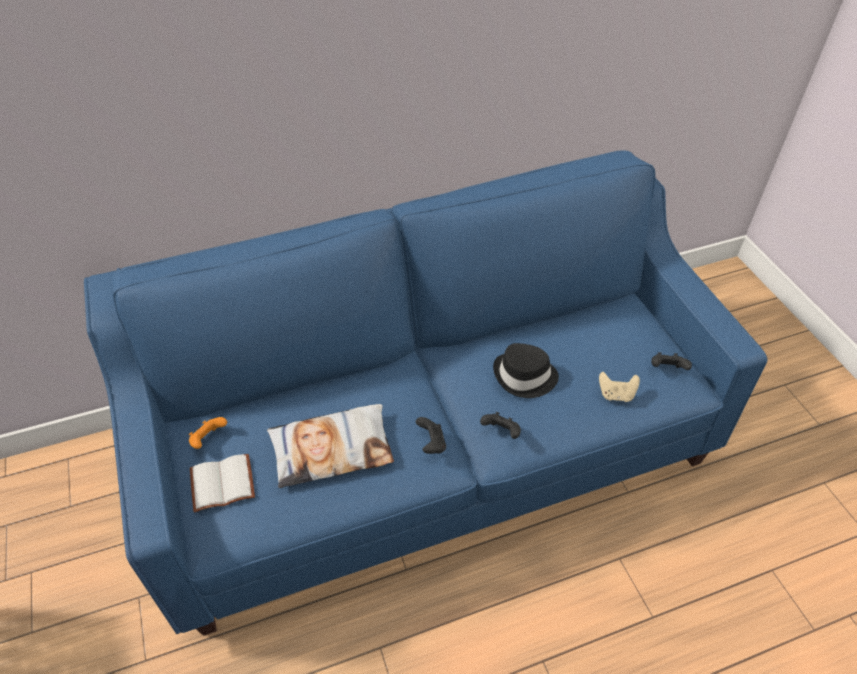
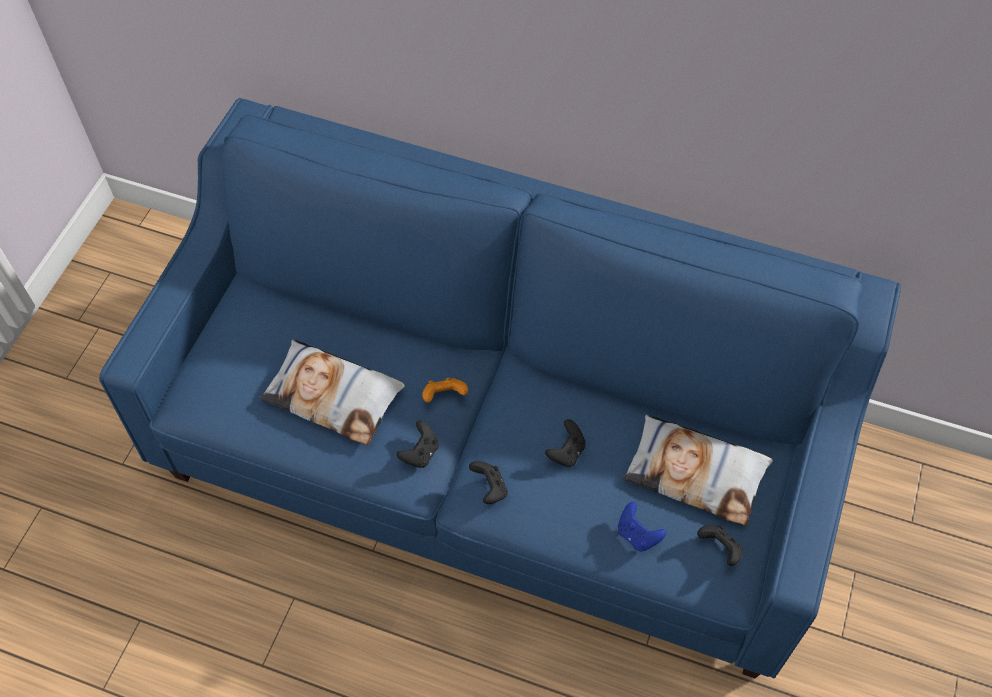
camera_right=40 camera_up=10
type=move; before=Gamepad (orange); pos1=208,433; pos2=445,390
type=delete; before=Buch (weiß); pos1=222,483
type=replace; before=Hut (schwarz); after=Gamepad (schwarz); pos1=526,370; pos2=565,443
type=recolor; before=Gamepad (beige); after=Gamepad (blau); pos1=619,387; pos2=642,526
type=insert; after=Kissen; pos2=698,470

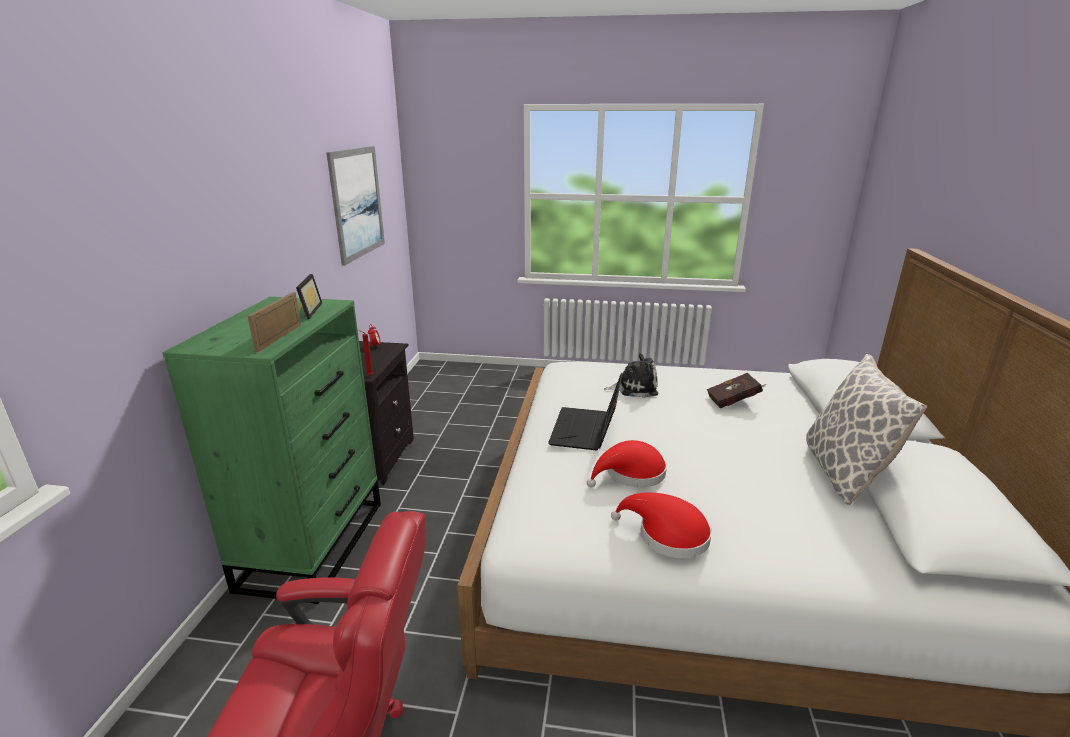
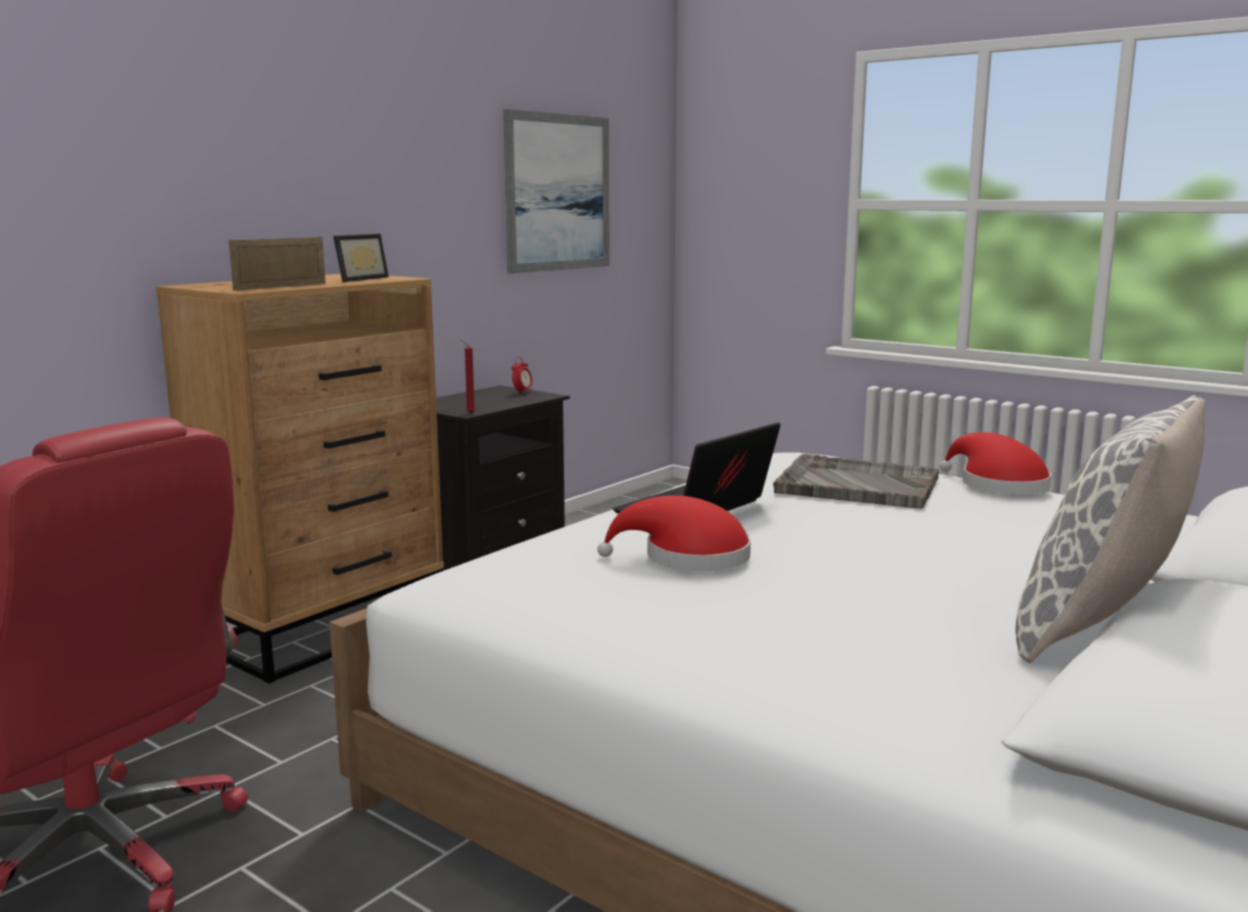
camera_right=30 camera_up=-10
type=recolor; before=Kommode (grün); after=Kommode (braun); pos1=272,450; pos2=300,479
type=replace; before=Plüschtier; after=Tablett (grau); pos1=631,375; pos2=856,481
type=move; before=Hut (rot); pos1=661,525; pos2=995,463
type=delete; before=Buch (rot); pos1=737,390

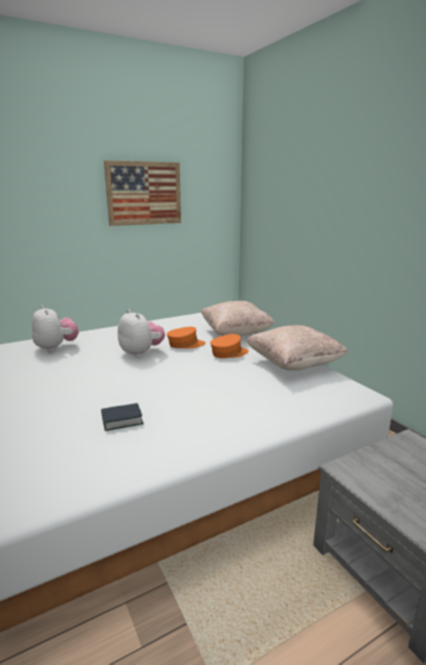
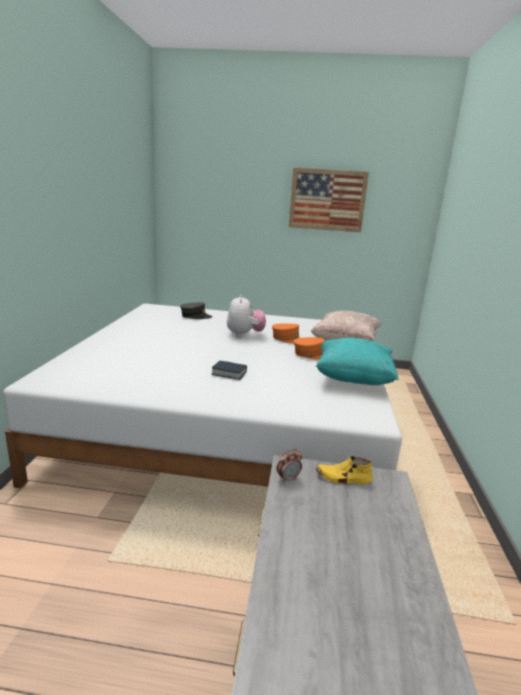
camera_right=35 camera_up=0
type=replace; before=Plüschtier; after=Kappe (grau); pos1=55,328; pos2=196,310
type=move; before=Buch; pos1=122,417; pos2=229,370
type=recolor; before=Kissen (beige); after=Kissen (türkis); pos1=298,348; pos2=357,361
type=insert; after=Wecker; pos2=289,466
type=insert; after=Schuh (gelb); pos2=344,470

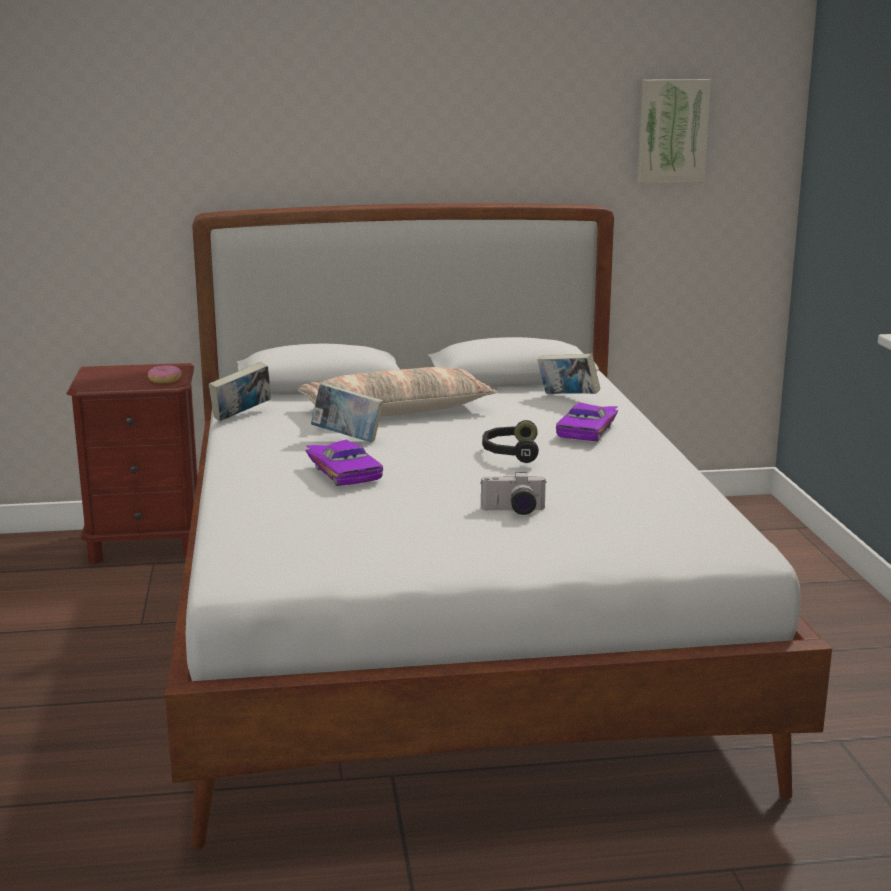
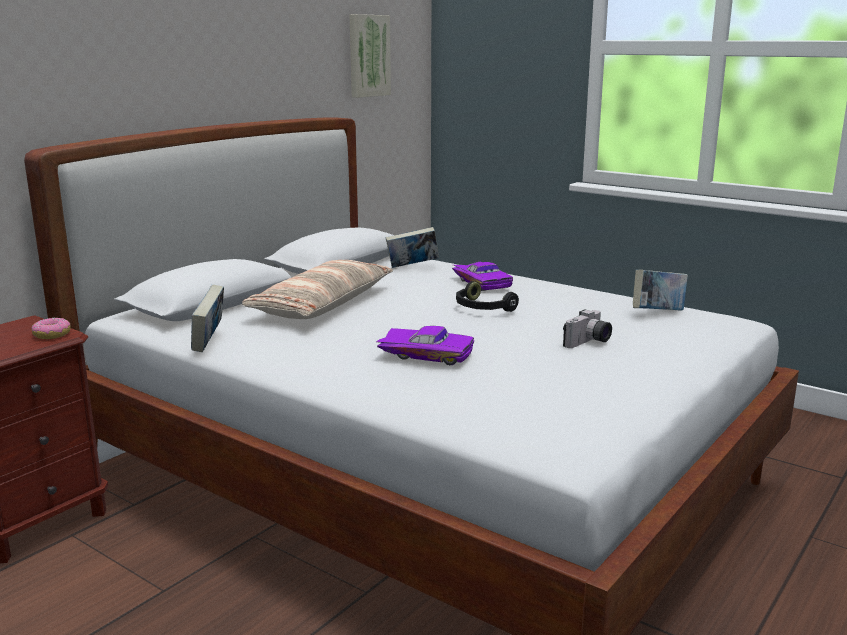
camera_right=-45 camera_up=0
type=move; before=Buch; pos1=347,412; pos2=660,290

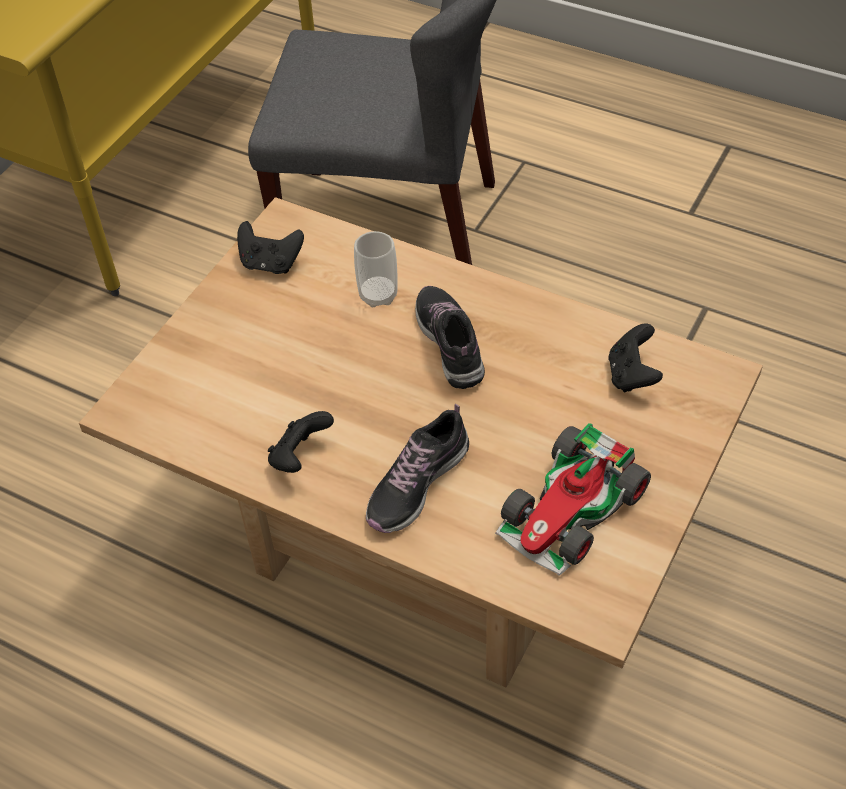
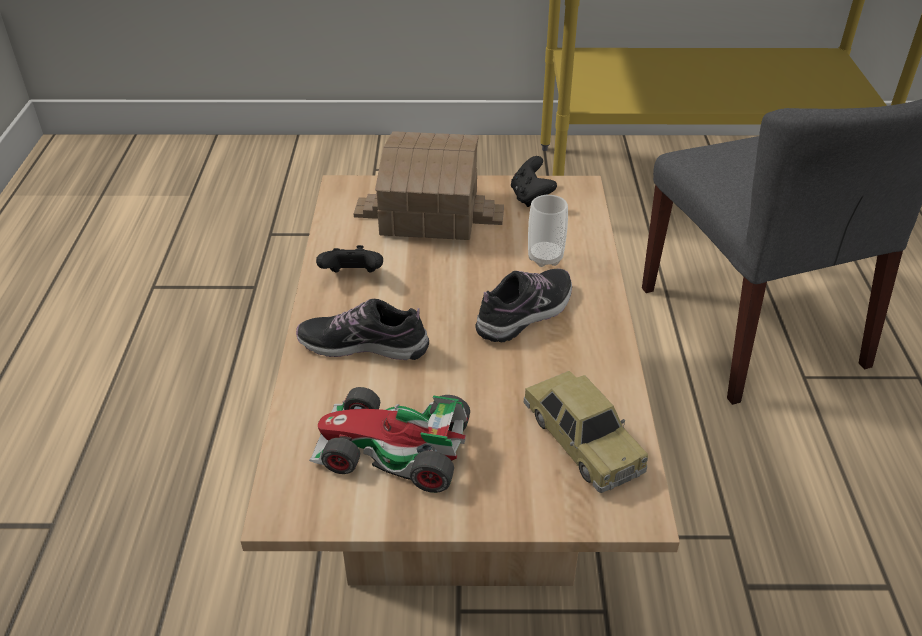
camera_right=60 camera_up=-10
type=replace; before=Gamepad (schwarz); after=Spielzeugauto; pos1=635,357; pos2=586,432
type=insert; after=Spielzeughaus; pos2=429,185

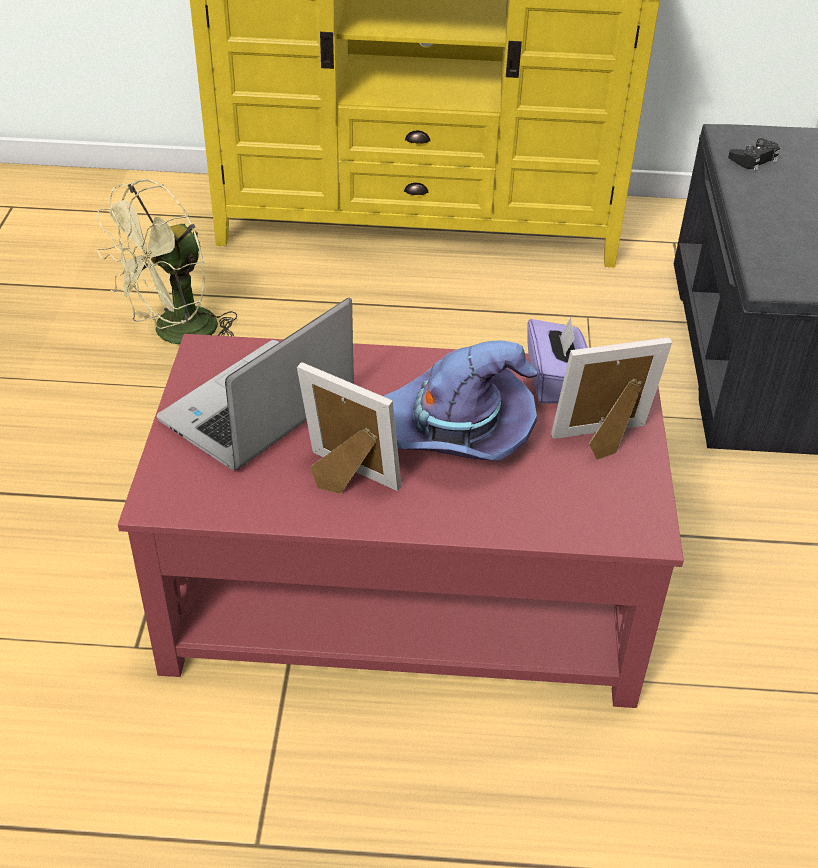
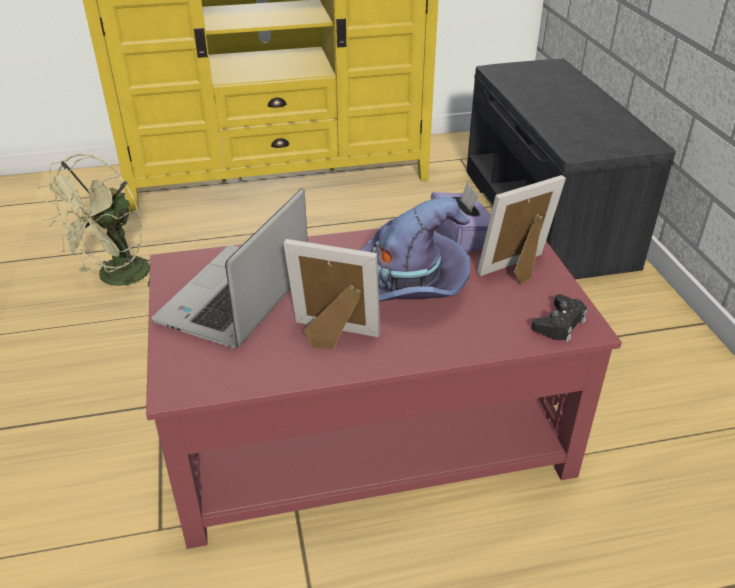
camera_right=-15 camera_up=-5
type=move; before=Gamepad (schwarz); pos1=754,154; pos2=559,318

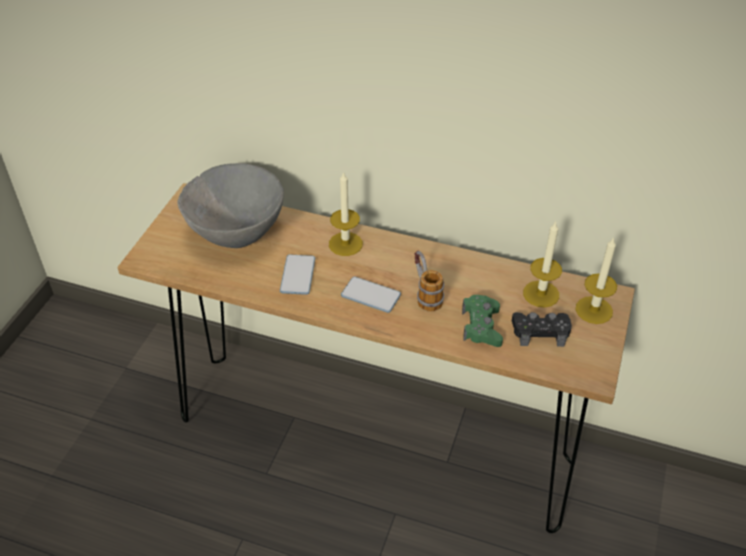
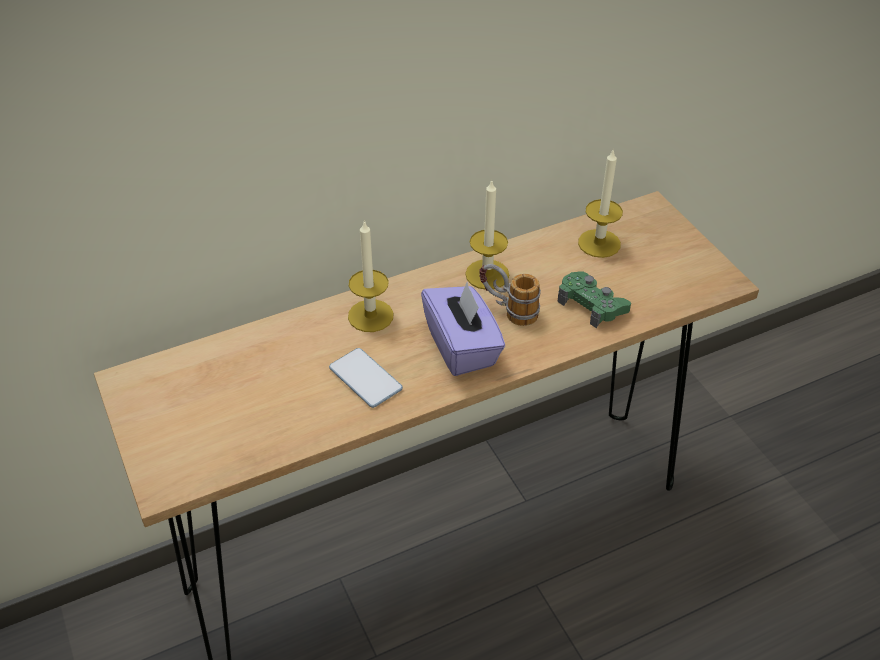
camera_right=-45 camera_up=0
type=delete; before=Schüssel (grau); pos1=230,205
type=replace; before=Handy; after=Taschentuchbox (lila); pos1=371,295; pos2=463,329
type=delete; before=Gamepad (schwarz); pos1=542,329
type=move; before=Kerze; pos1=596,280; pos2=487,234

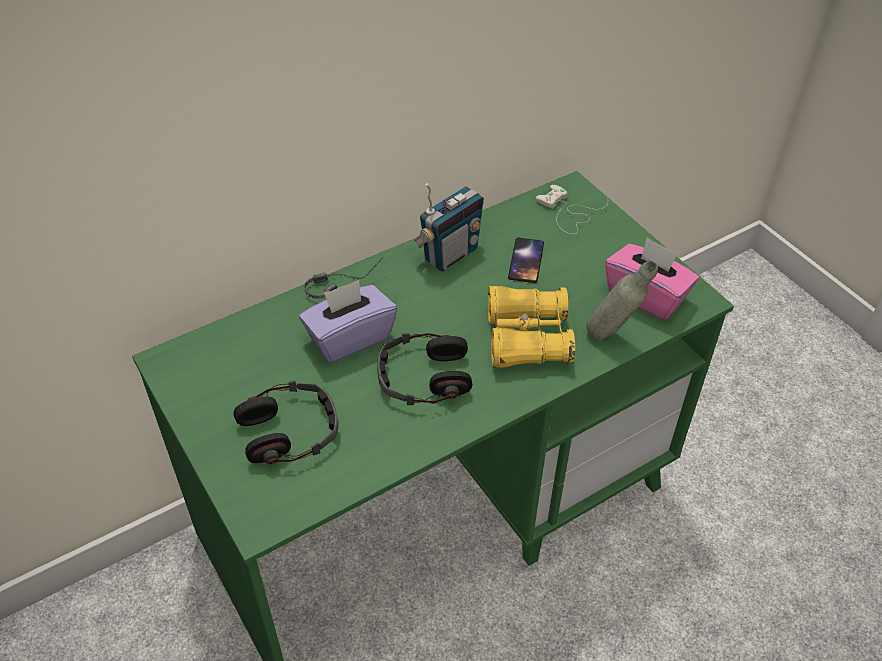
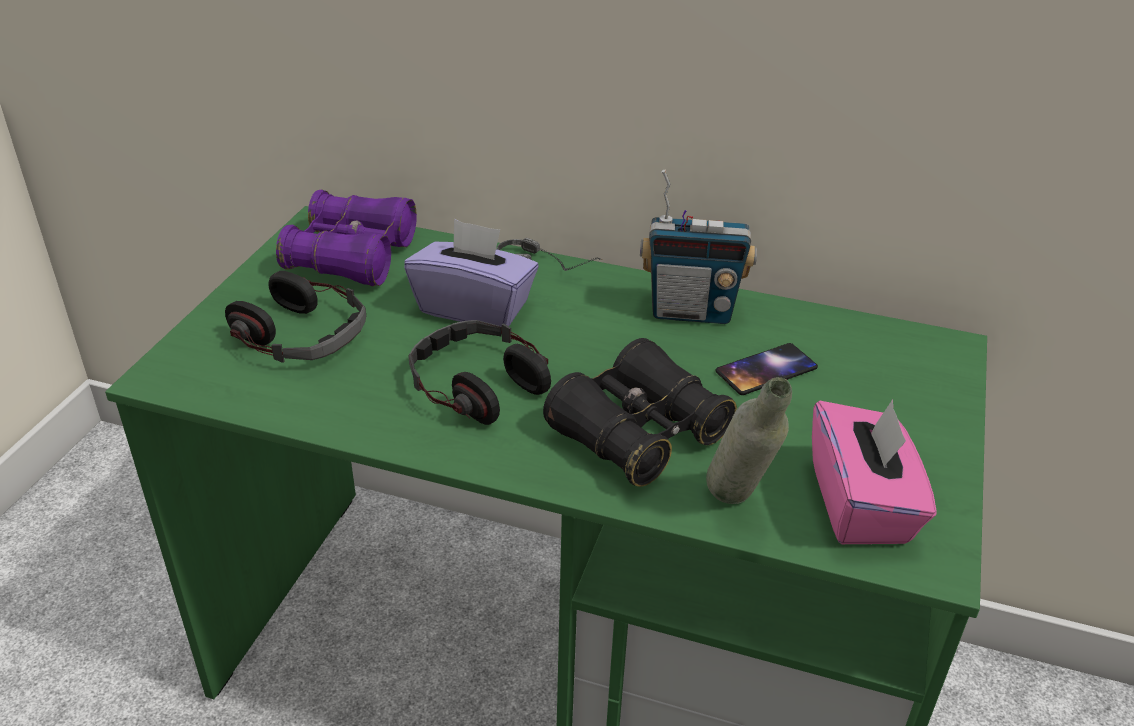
camera_right=50 camera_up=-10
type=recolor; before=Fernglas (gelb); after=Fernglas (schwarz); pos1=531,327; pos2=640,412
type=delete; before=Gamepad (weiß); pos1=571,209
type=insert; after=Fernglas (lila); pos2=346,238

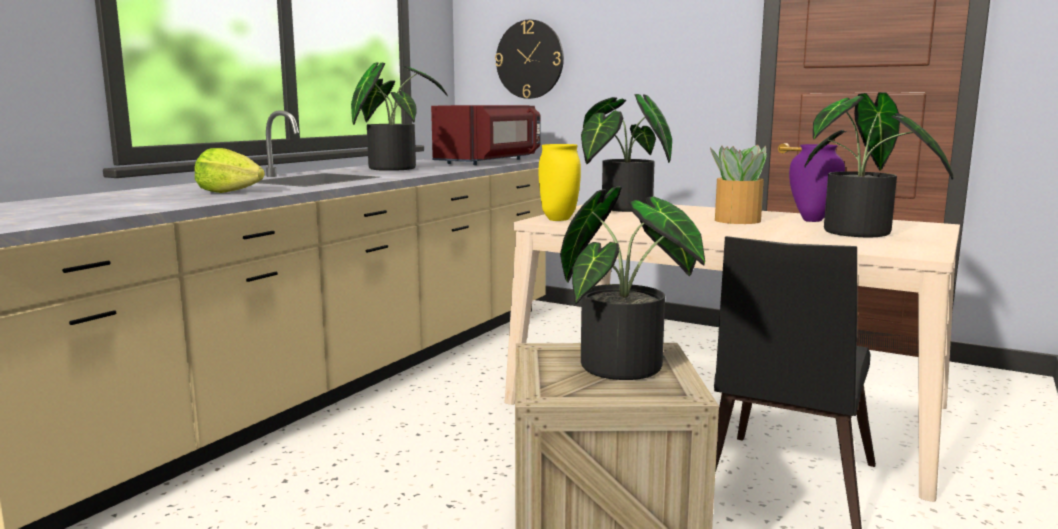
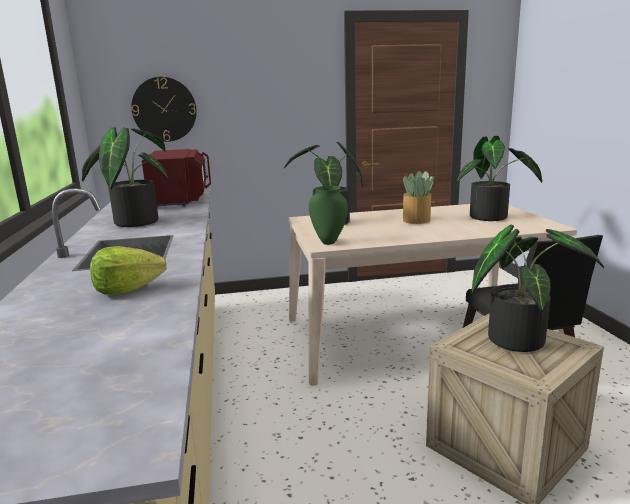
camera_right=-40 camera_up=5
type=recolor; before=Vase (gelb); after=Vase (grün); pos1=560,182; pos2=328,215
type=delete; before=Vase (lila); pos1=817,183

